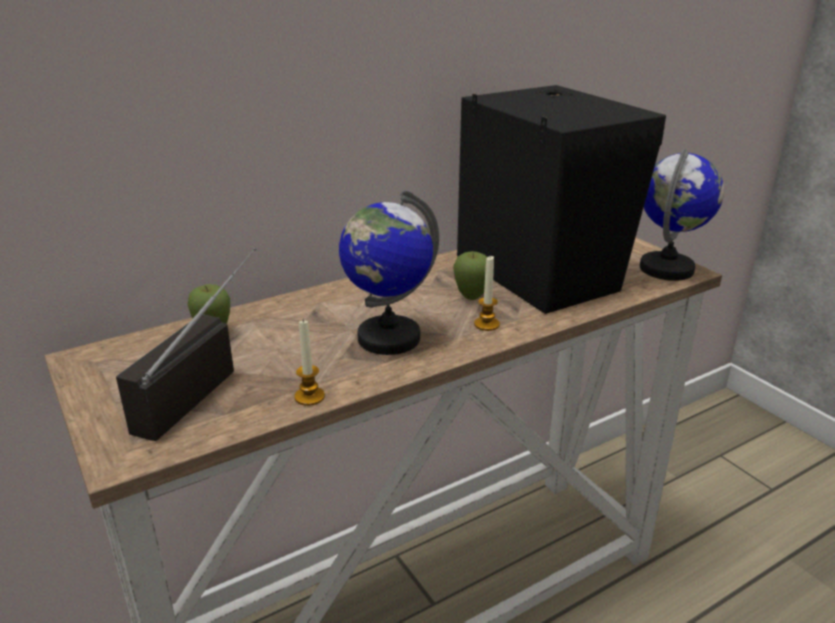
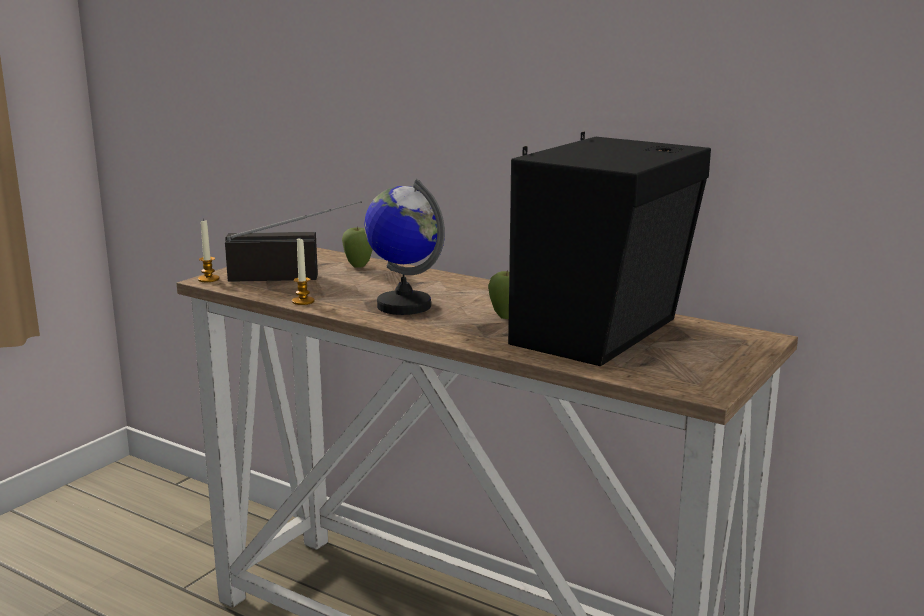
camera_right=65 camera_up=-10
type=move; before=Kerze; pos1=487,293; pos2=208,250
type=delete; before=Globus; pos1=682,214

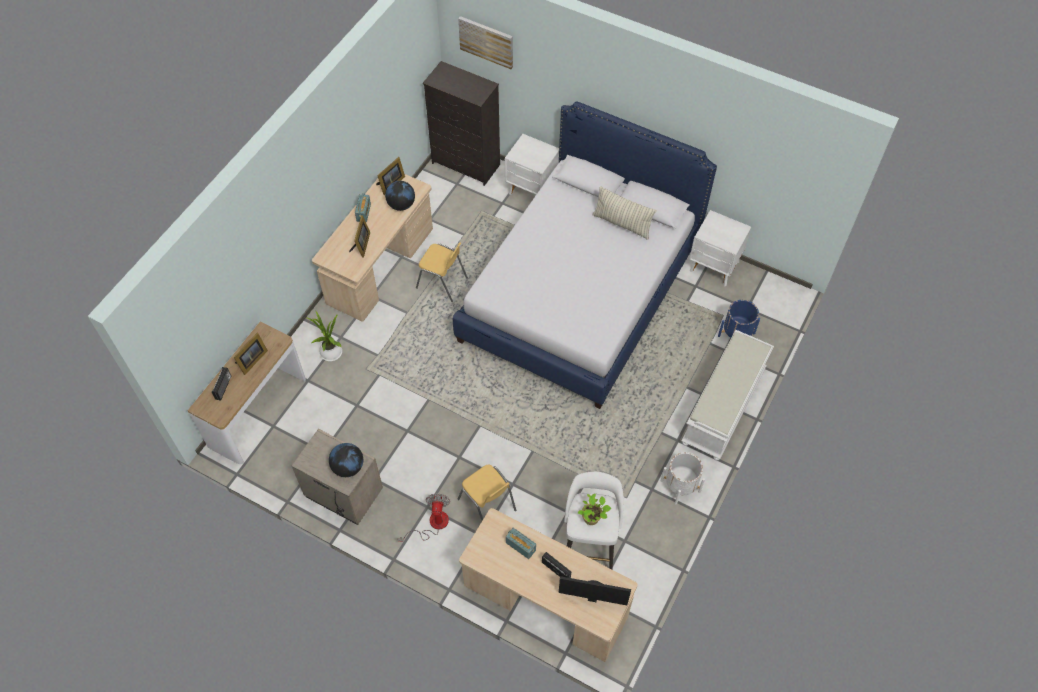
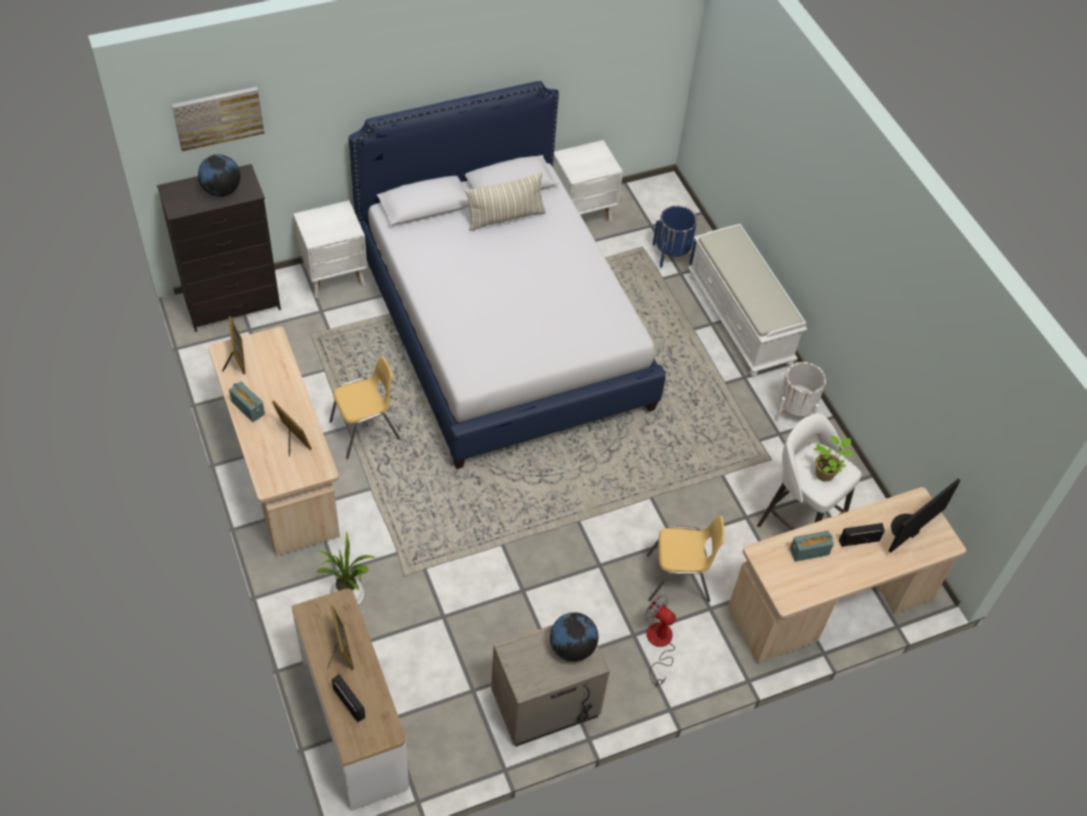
camera_right=-55 camera_up=-5
type=move; before=Globus; pos1=400,196; pos2=219,175

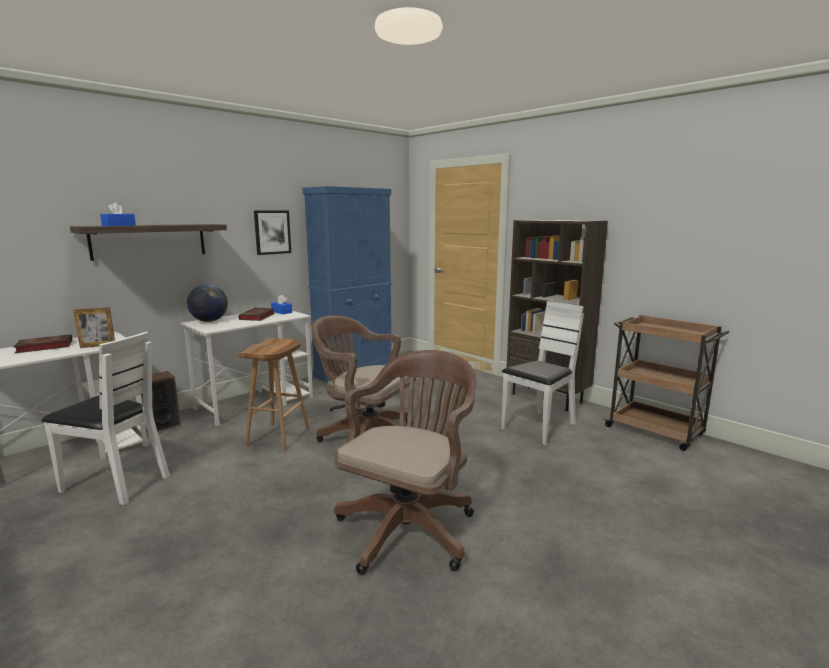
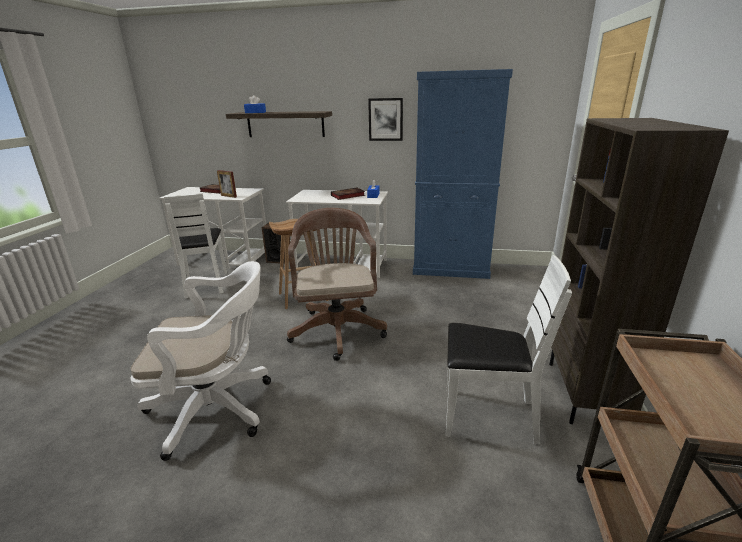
camera_right=55 camera_up=10
type=delete; before=Globus; pos1=207,303
type=recolor; before=Bürostuhl (braun); after=Bürostuhl (weiß); pos1=405,462; pos2=201,361

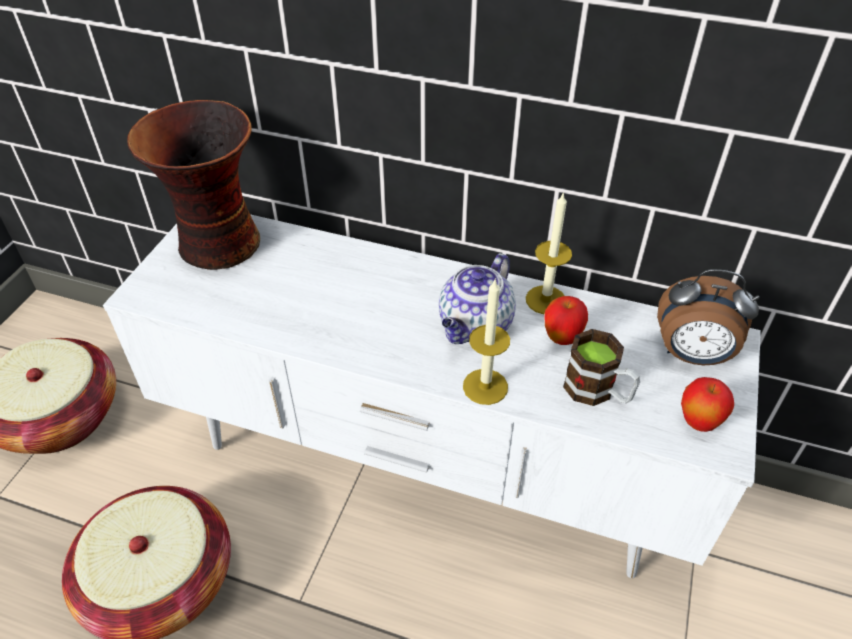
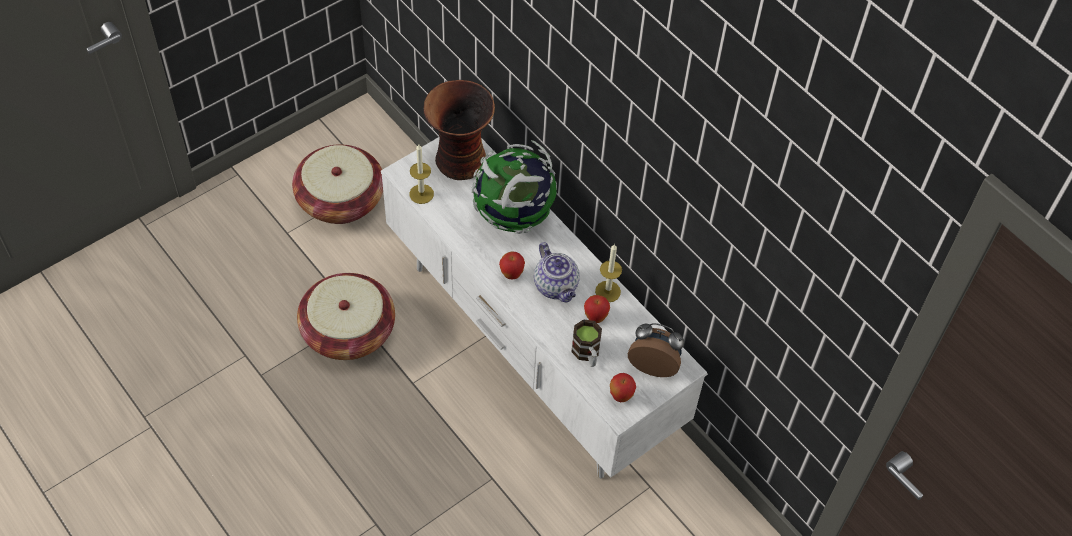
camera_right=30 camera_up=10
type=rotate; before=Teekanne; pos1=477,298; pos2=557,272; turn=-90
type=move; before=Kerze; pos1=486,341; pos2=421,174
type=rotate; before=Wecker; pos1=708,317; pos2=656,350; turn=150
type=insert; after=Globus; pos2=514,187
type=insert; after=Apfel; pos2=512,265

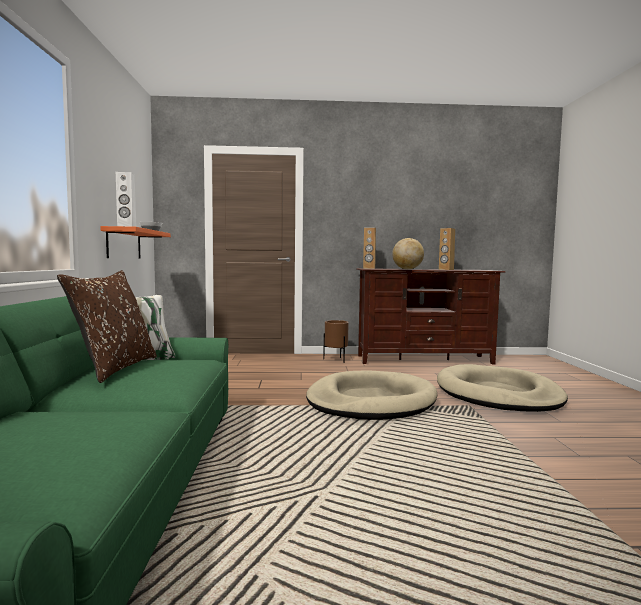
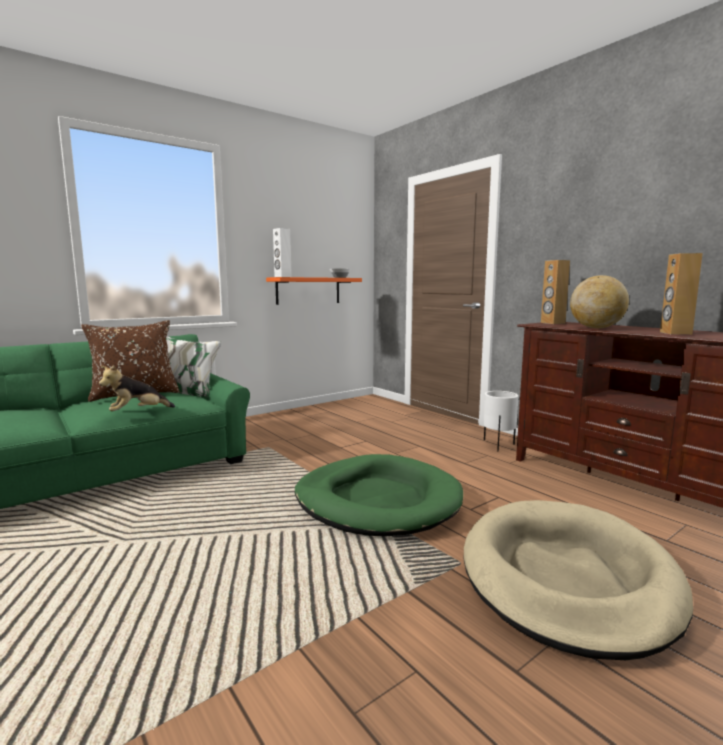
camera_right=55 camera_up=5
type=recolor; before=Hundebett (beige); after=Hundebett (grün); pos1=371,395; pos2=379,495
type=recolor; before=Pflanzkübel (braun); after=Pflanzkübel (weiß); pos1=336,341; pos2=500,421
type=insert; after=Plüschtier; pos2=137,388

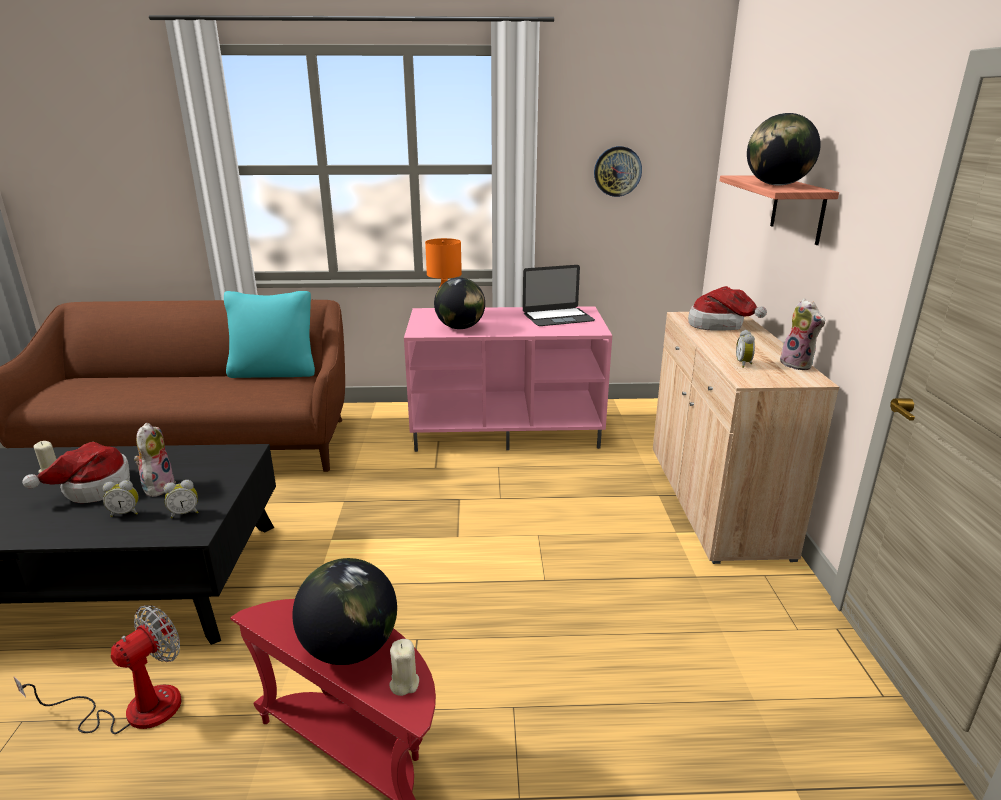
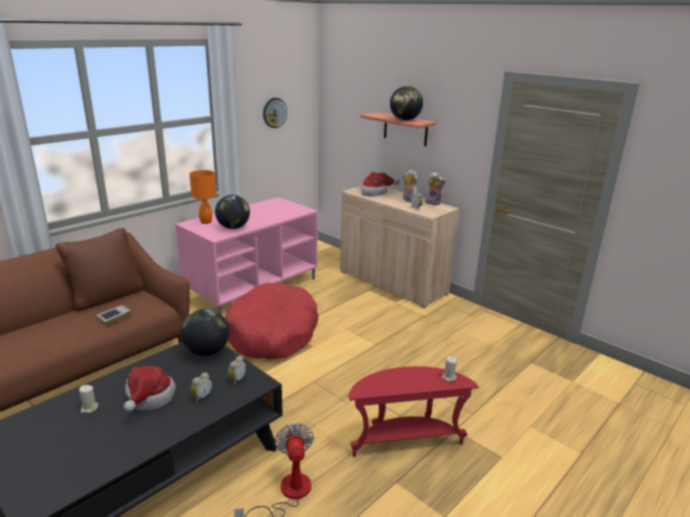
camera_right=-45 camera_up=0
type=move; before=Plüschtier; pos1=155,460; pos2=410,186
type=recolor; before=Kissen (türkis); after=Kissen (braun); pos1=269,334; pos2=100,269
type=move; before=Globus; pos1=344,611; pos2=205,332
type=delete; before=Laptop; pos1=559,295
type=insert; after=Buch; pos2=113,315
type=insert; after=Hundebett (rot); pos2=272,321

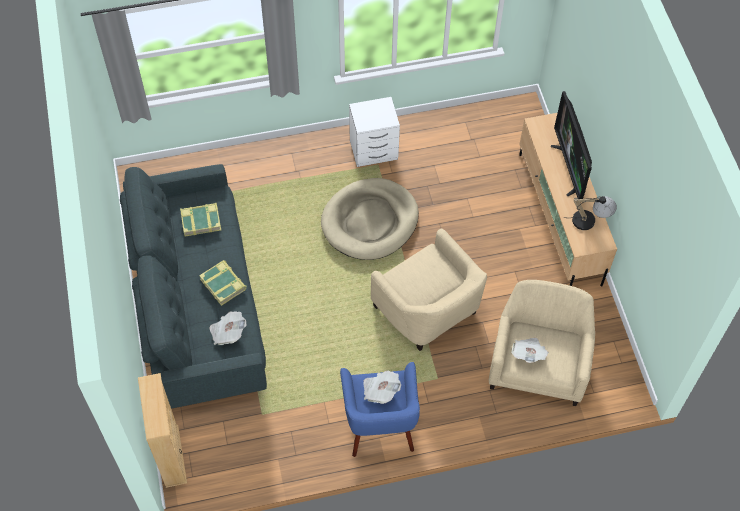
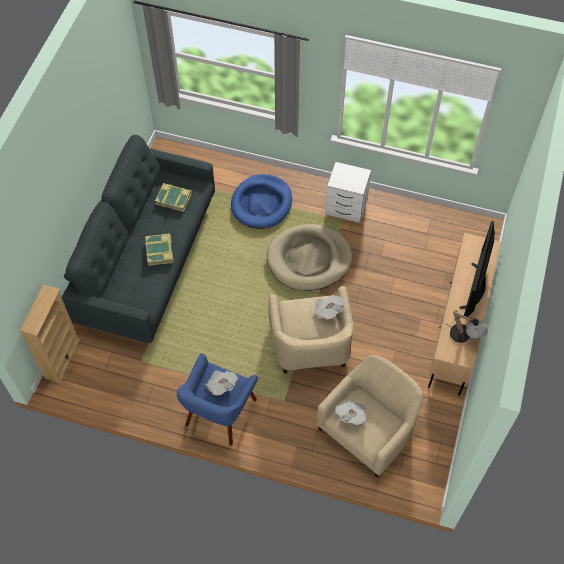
camera_right=30 camera_up=0
type=move; before=Zeitung; pos1=228,328; pos2=328,307
type=insert; after=Hundebett (blau); pos2=261,201

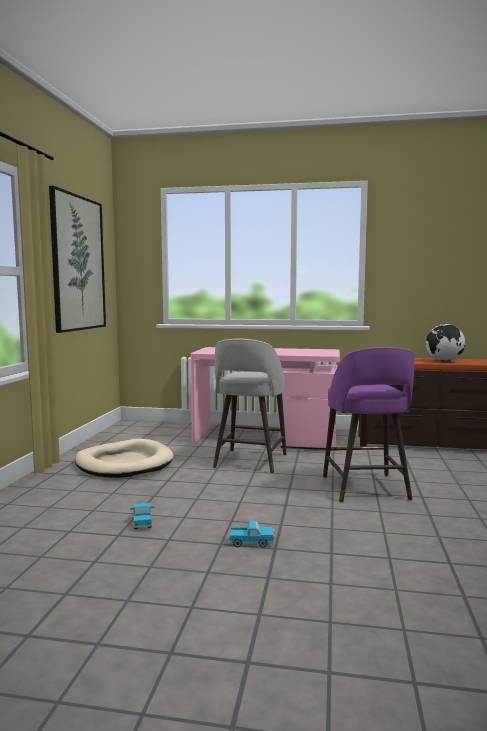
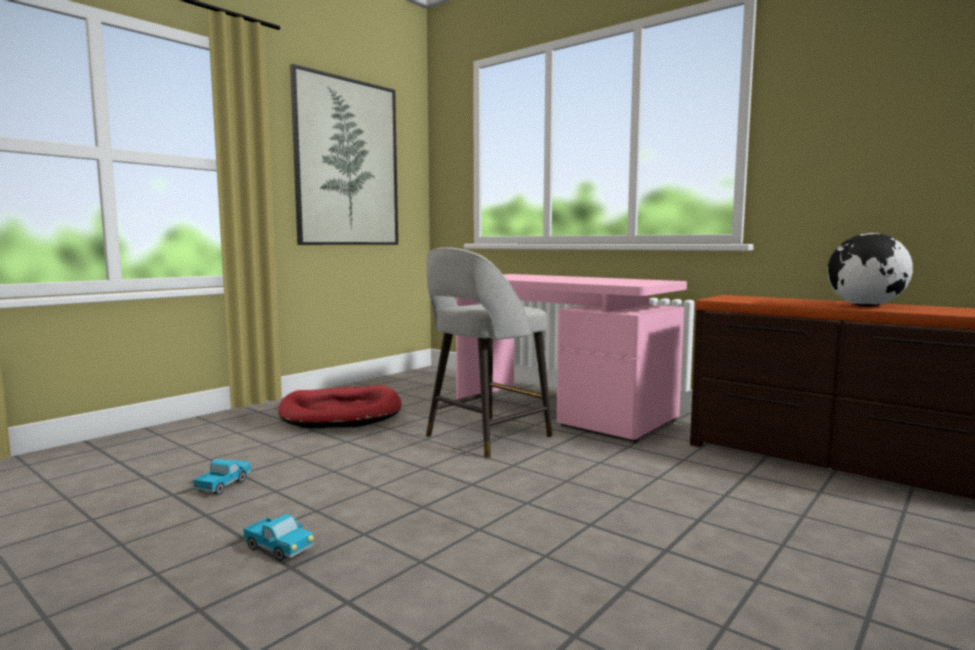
camera_right=30 camera_up=0
type=recolor; before=Hundebett (beige); after=Hundebett (rot); pos1=124,458; pos2=339,407
type=delete; before=Hocker (lila); pos1=369,424

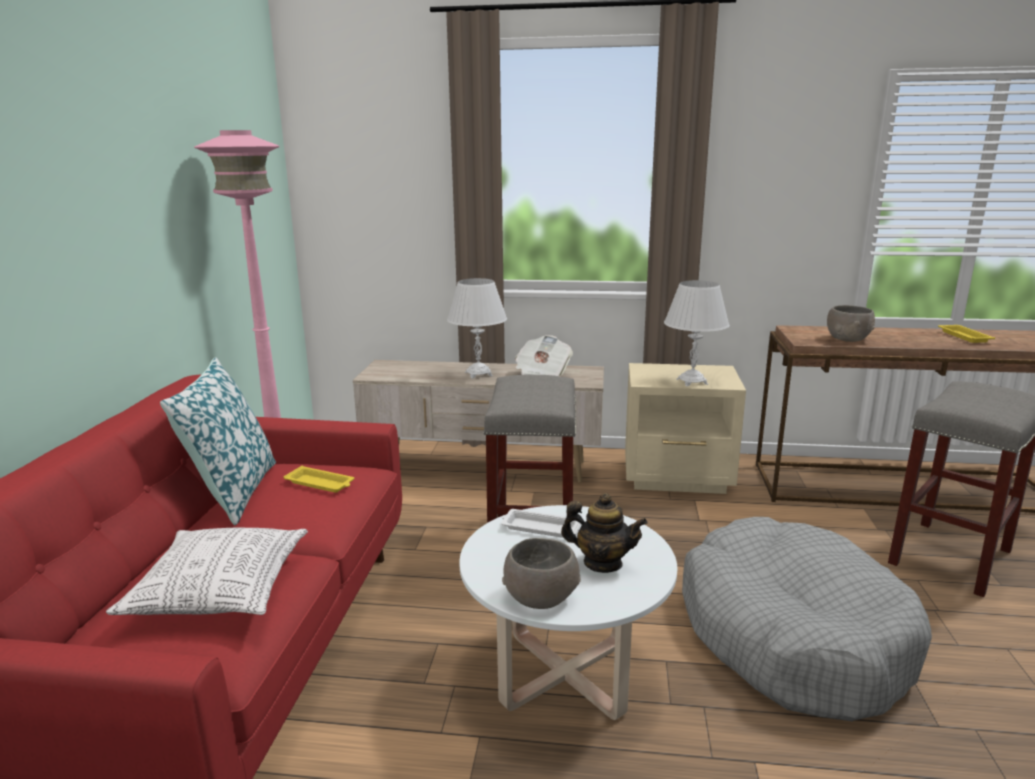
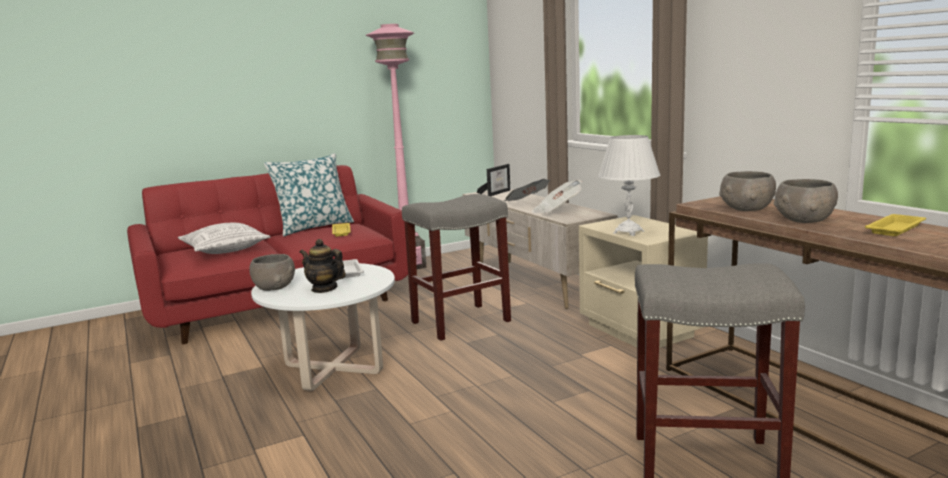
camera_right=55 camera_up=-5
type=replace; before=Tischlampe (weiß); after=Zeitung; pos1=477,328; pos2=527,190
type=rotate; before=Teekanne; pos1=604,533; pos2=322,266; turn=135
type=delete; before=Hundebett (grau); pos1=807,619
type=insert; after=Bilderrahmen; pos2=493,180
type=insert; after=Schüssel (grau); pos2=806,201

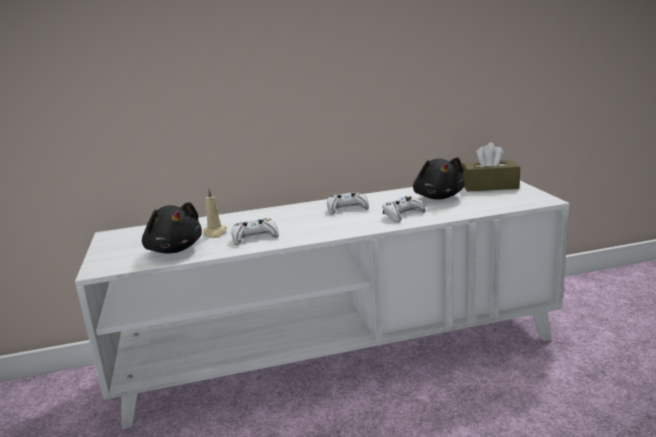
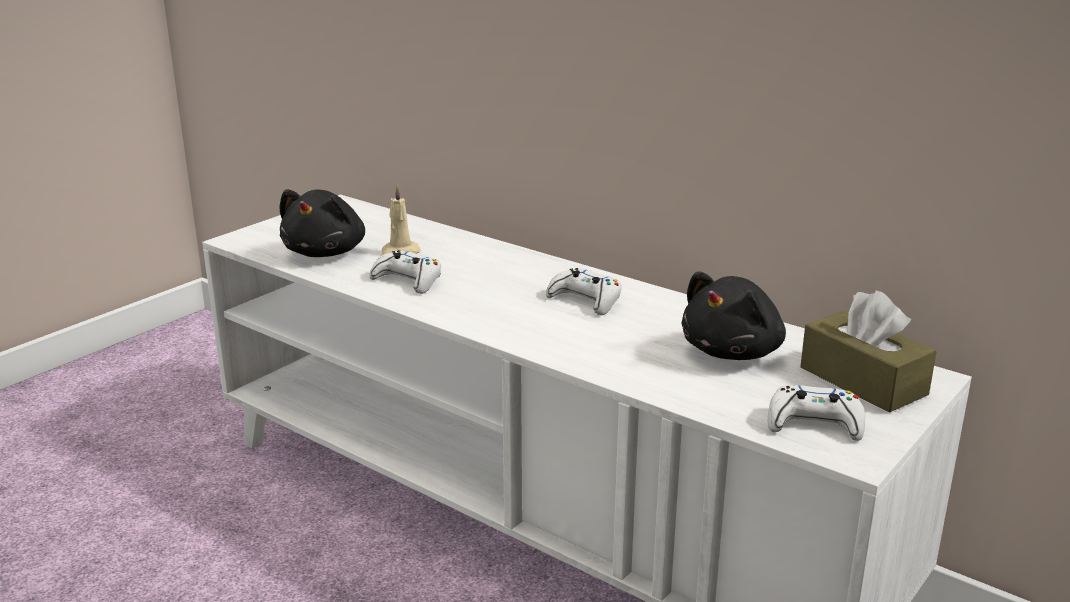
camera_right=50 camera_up=5
type=move; before=Gamepad (weiß); pos1=404,209; pos2=816,413

